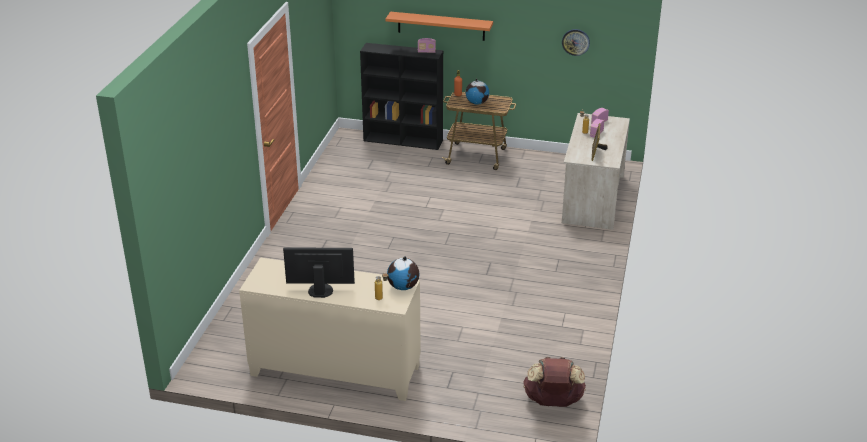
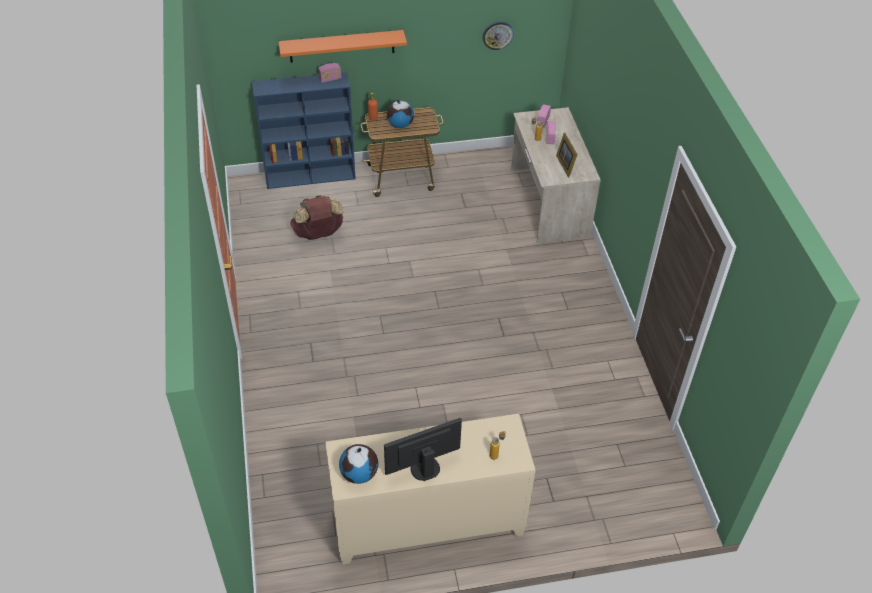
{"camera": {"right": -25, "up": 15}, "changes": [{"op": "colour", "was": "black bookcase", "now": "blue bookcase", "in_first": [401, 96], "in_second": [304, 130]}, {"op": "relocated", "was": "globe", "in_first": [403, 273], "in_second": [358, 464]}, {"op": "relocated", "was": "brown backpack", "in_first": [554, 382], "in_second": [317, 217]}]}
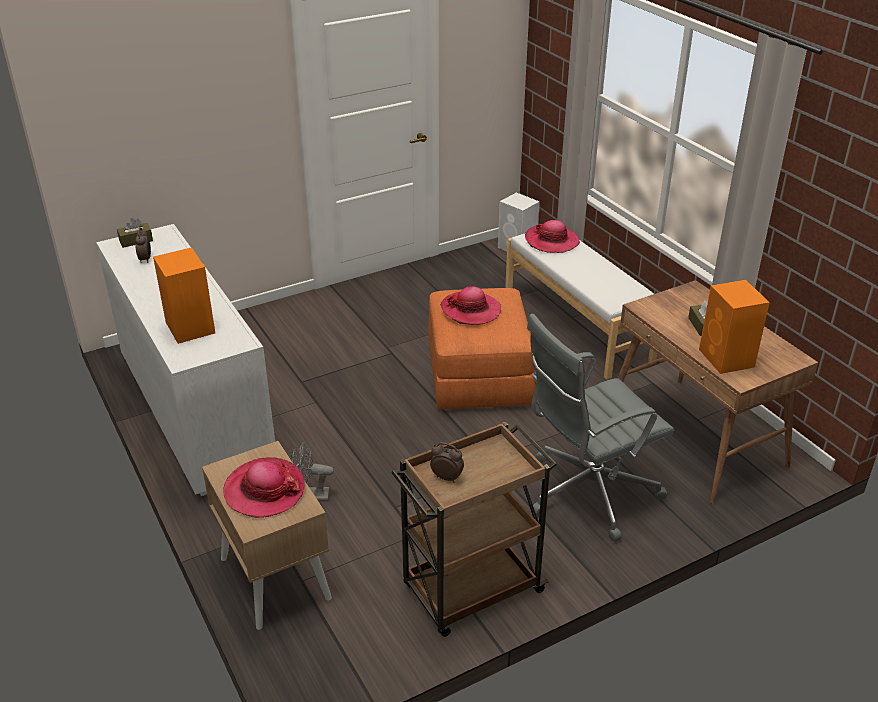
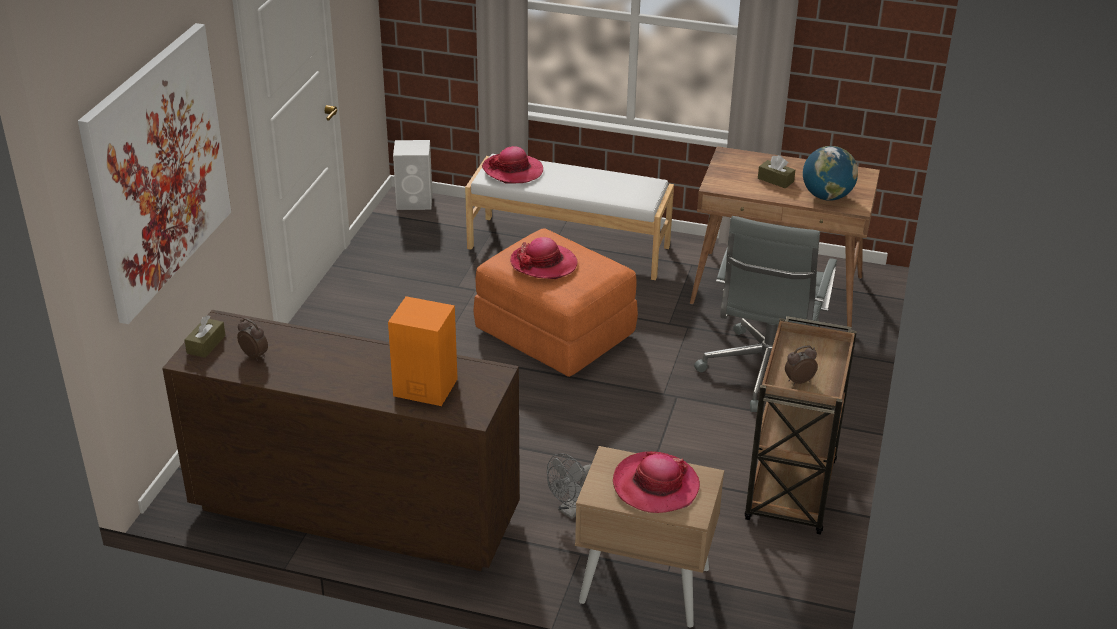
{"camera": {"right": -45, "up": 0}, "changes": [{"op": "colour", "was": "white dresser", "now": "brown dresser", "in_first": [185, 360], "in_second": [341, 440]}, {"op": "exchanged", "was": "orange speaker", "now": "globe", "in_first": [734, 327], "in_second": [830, 173]}, {"op": "appeared", "now": "picture", "in_second": [154, 173]}]}
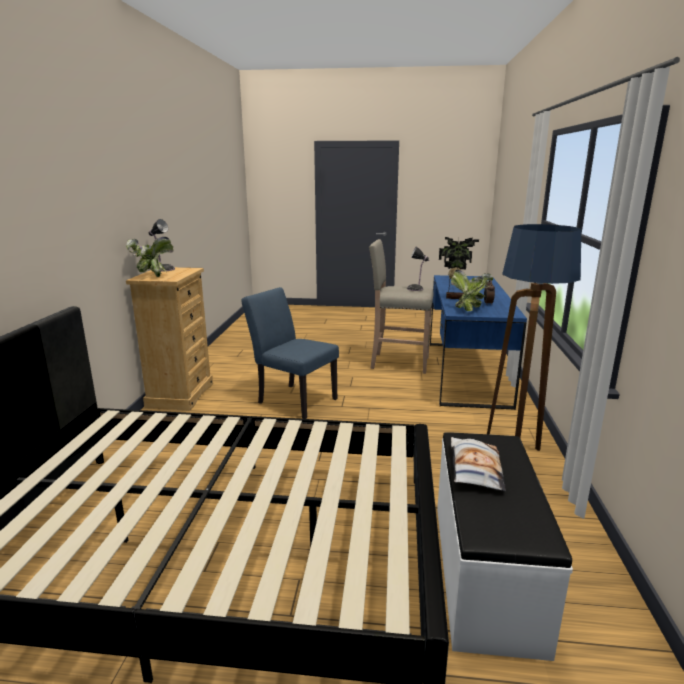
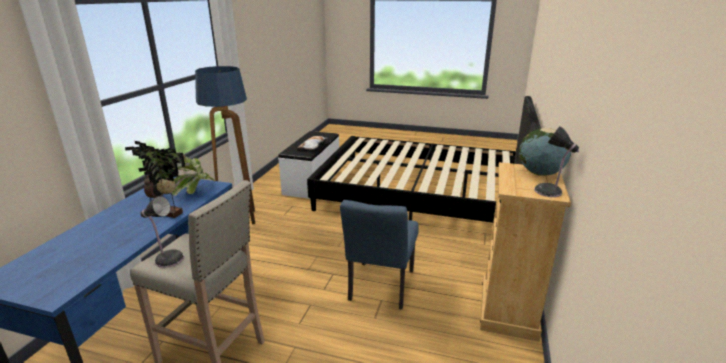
{"camera": {"right": -170, "up": 5}, "changes": [{"op": "exchanged", "was": "potted plant", "now": "globe", "in_first": [149, 257], "in_second": [545, 151]}, {"op": "spun", "was": "blue chair", "in_first": [290, 353], "in_second": [379, 254], "clockwise": 60}]}
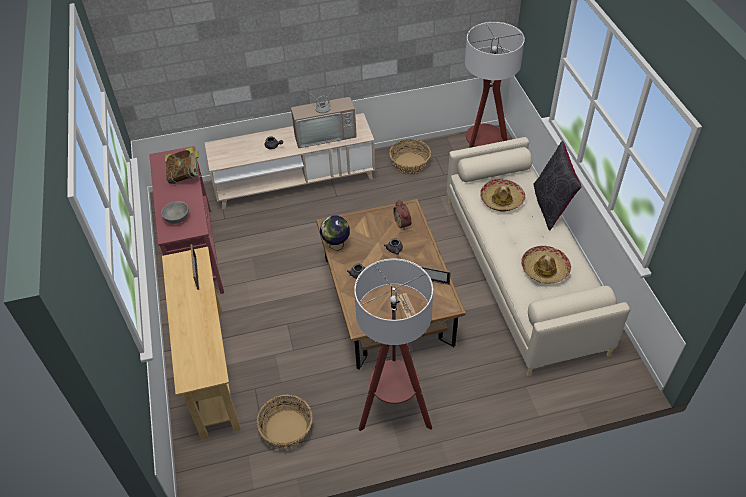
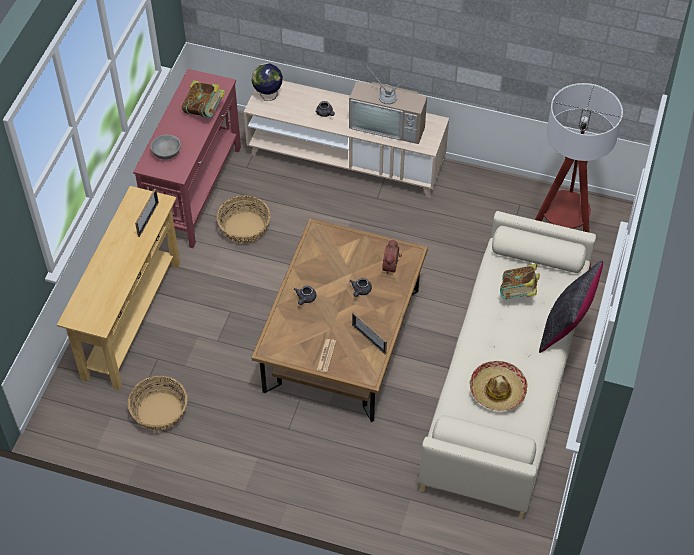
{"camera": {"right": 30, "up": 5}, "changes": [{"op": "relocated", "was": "basket", "in_first": [410, 156], "in_second": [244, 219]}, {"op": "exchanged", "was": "hat", "now": "book", "in_first": [502, 195], "in_second": [520, 281]}, {"op": "relocated", "was": "globe", "in_first": [335, 233], "in_second": [267, 82]}, {"op": "missing", "was": "floor lamp", "in_first": [393, 345]}]}
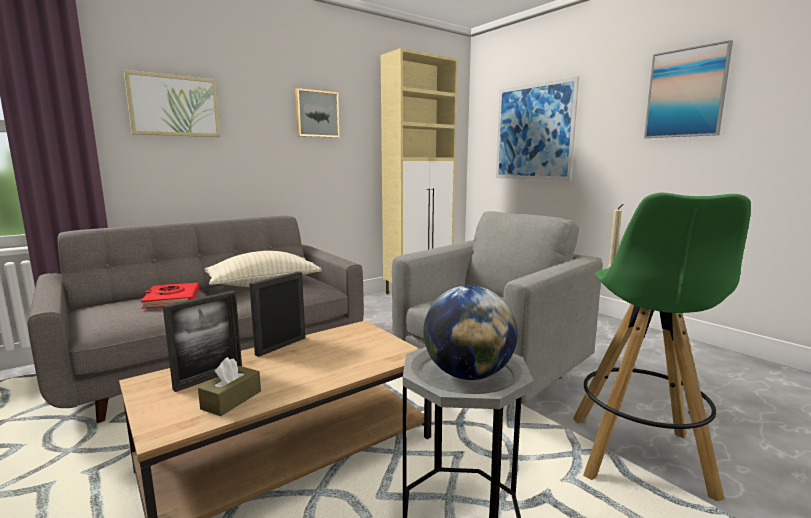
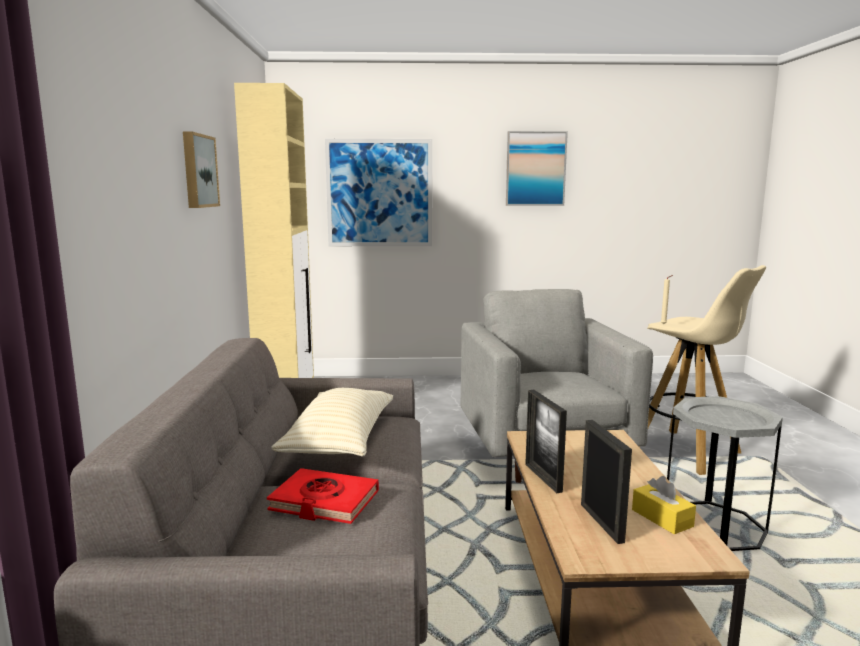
{"camera": {"right": -55, "up": 0}, "changes": [{"op": "missing", "was": "picture", "in_first": [172, 103]}, {"op": "colour", "was": "green stool", "now": "beige stool", "in_first": [662, 347], "in_second": [702, 370]}, {"op": "missing", "was": "globe", "in_first": [470, 332]}, {"op": "colour", "was": "brown tissue box", "now": "yellow tissue box", "in_first": [229, 386], "in_second": [664, 505]}]}
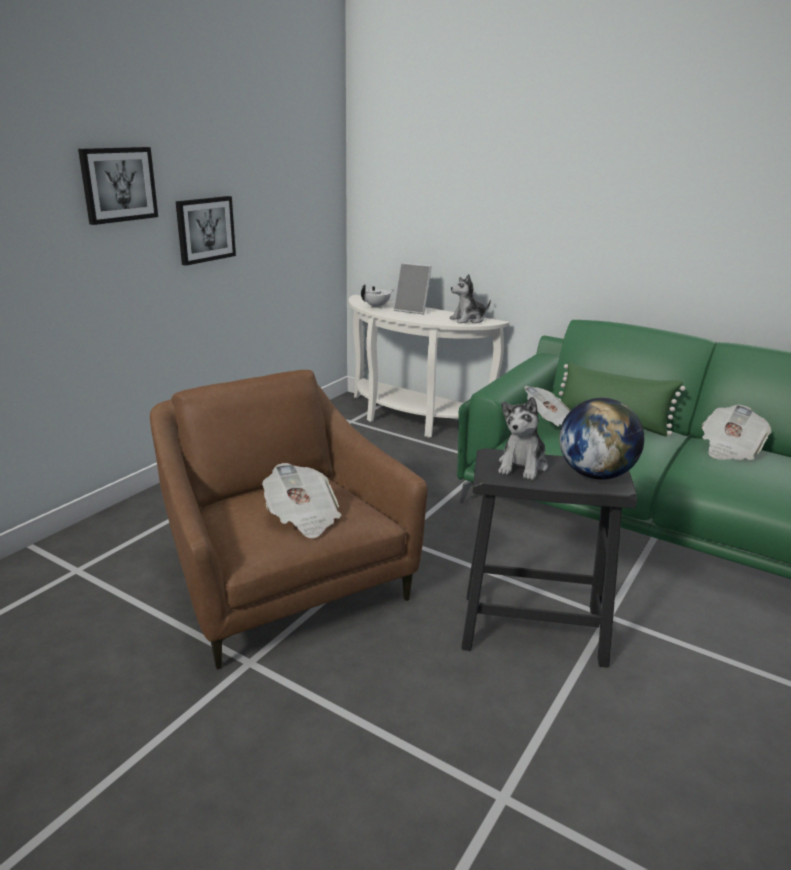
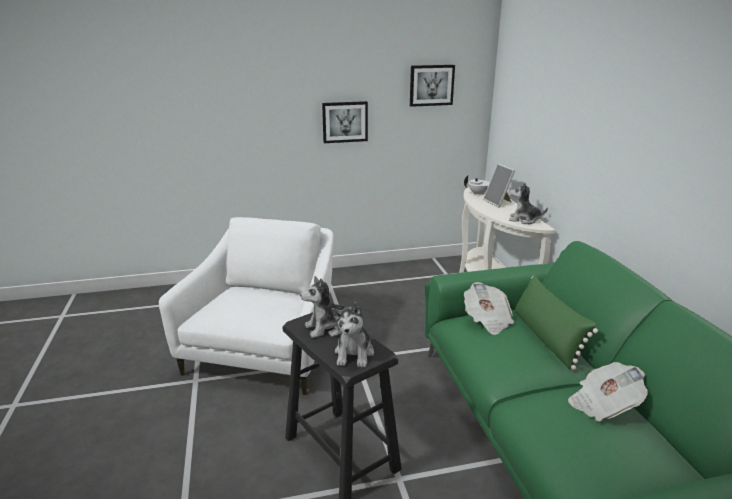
{"camera": {"right": 45, "up": 0}, "changes": [{"op": "relocated", "was": "picture", "in_first": [118, 186], "in_second": [432, 86]}, {"op": "colour", "was": "brown armchair", "now": "white armchair", "in_first": [288, 520], "in_second": [246, 306]}, {"op": "exchanged", "was": "globe", "now": "plush toy", "in_first": [601, 439], "in_second": [353, 334]}, {"op": "missing", "was": "newspaper", "in_first": [302, 501]}]}
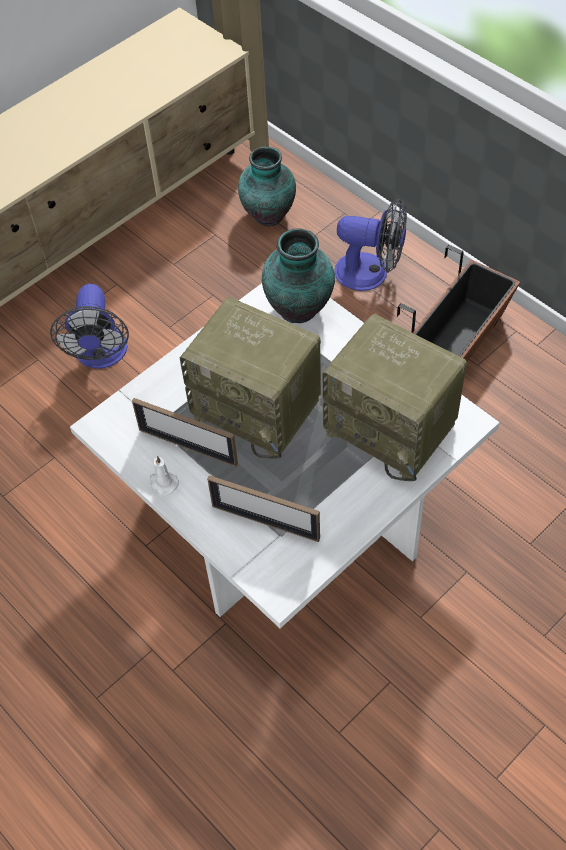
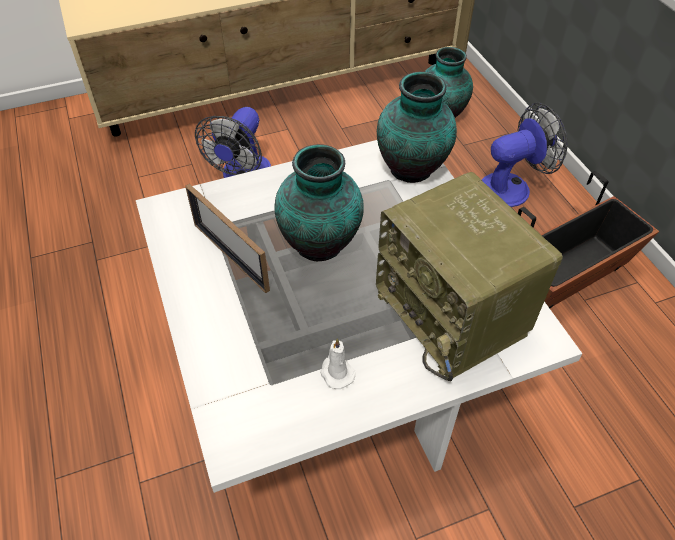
{"camera": {"right": 20, "up": -5}, "changes": [{"op": "spun", "was": "fan", "in_first": [370, 245], "in_second": [525, 155], "clockwise": -60}, {"op": "exchanged", "was": "radio", "now": "vase", "in_first": [250, 378], "in_second": [319, 202]}, {"op": "relocated", "was": "white candle", "in_first": [164, 476], "in_second": [338, 363]}, {"op": "missing", "was": "picture frame", "in_first": [263, 508]}]}
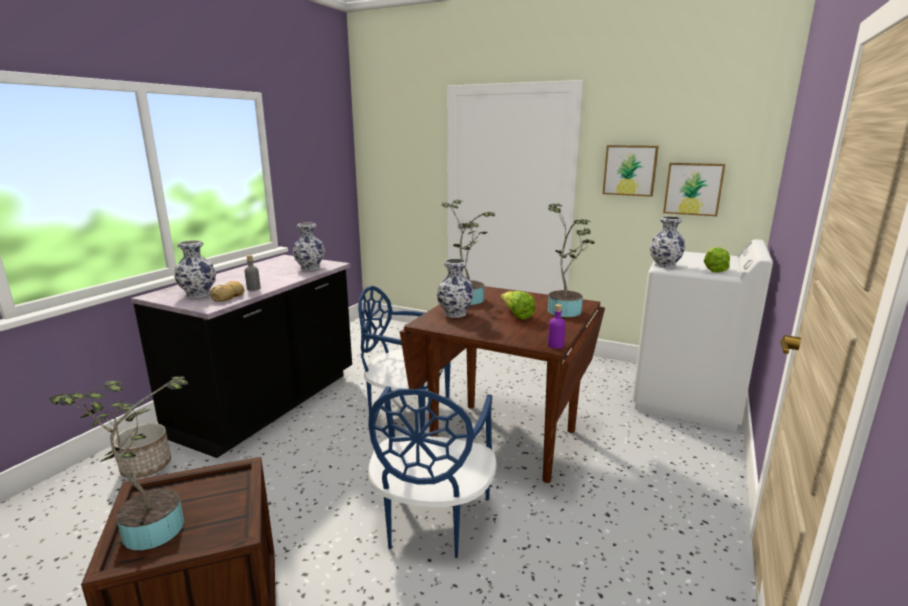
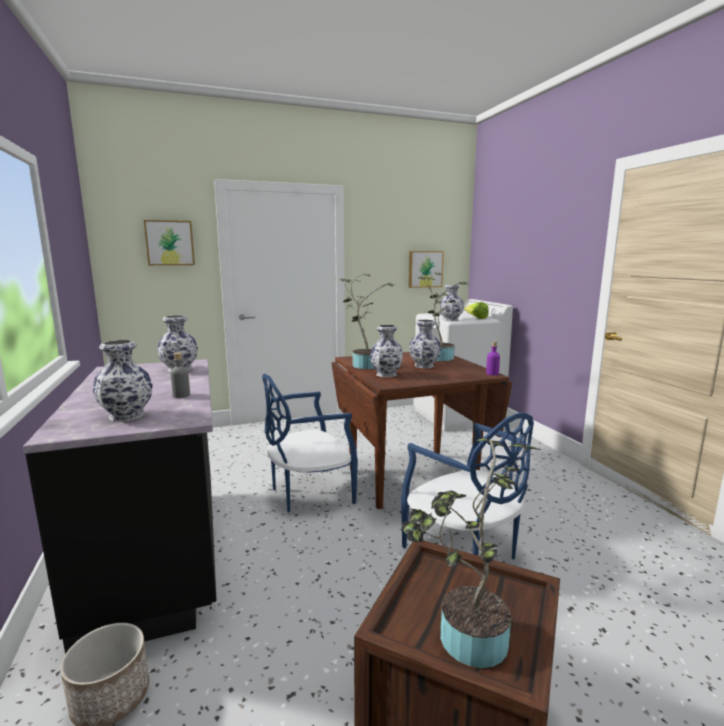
{"camera": {"right": -45, "up": -5}, "changes": [{"op": "relocated", "was": "picture", "in_first": [631, 171], "in_second": [169, 242]}, {"op": "missing", "was": "bread", "in_first": [227, 291]}, {"op": "exchanged", "was": "lettuce", "now": "vase", "in_first": [517, 305], "in_second": [425, 344]}]}
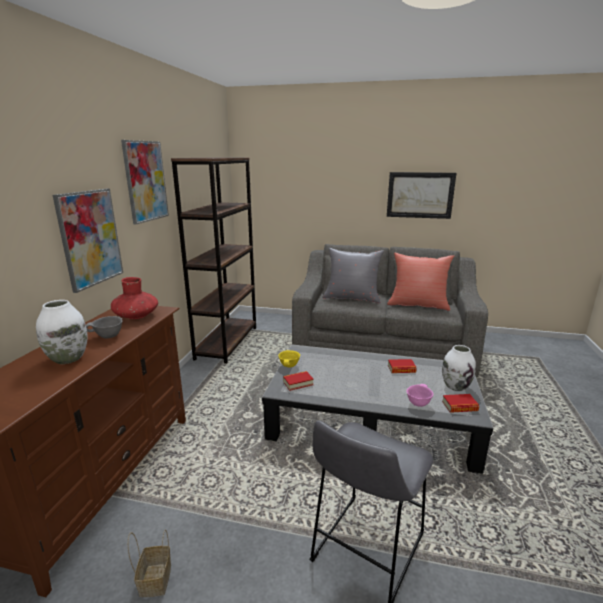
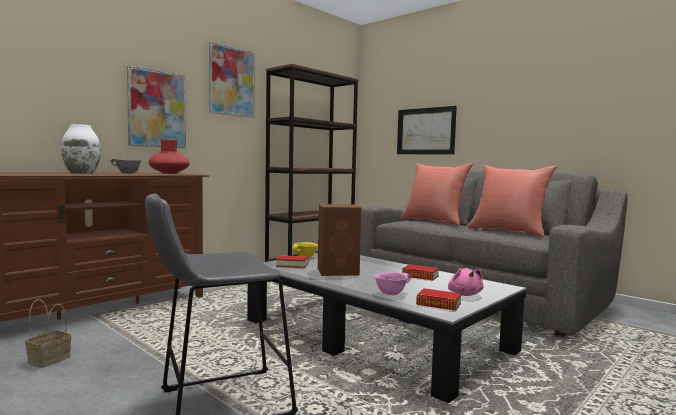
{"camera": {"right": 30, "up": -15}, "changes": [{"op": "relocated", "was": "picture", "in_first": [421, 195], "in_second": [427, 130]}, {"op": "colour", "was": "grey pillow", "now": "red pillow", "in_first": [353, 275], "in_second": [436, 194]}, {"op": "exchanged", "was": "white vase", "now": "pink plush toy", "in_first": [459, 368], "in_second": [465, 282]}, {"op": "appeared", "now": "brown speaker", "in_second": [339, 240]}]}
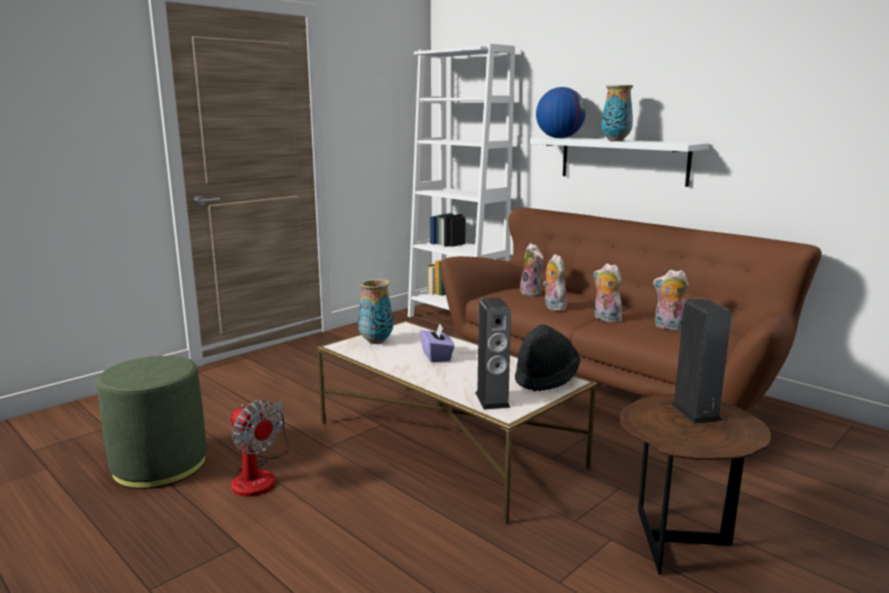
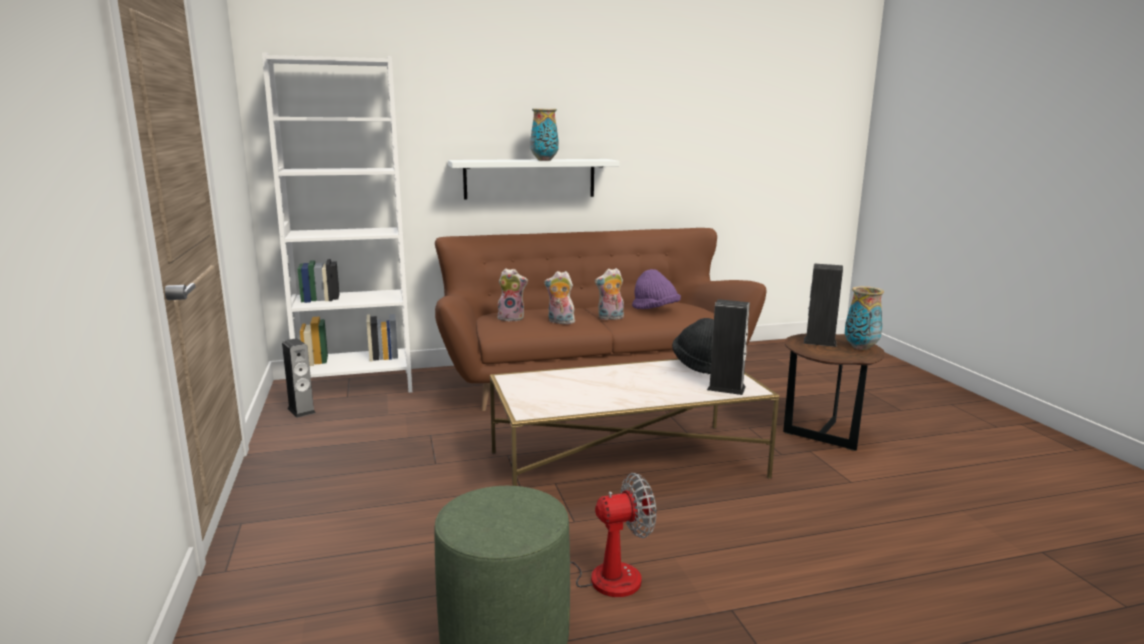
{"camera": {"right": -60, "up": 0}, "changes": [{"op": "missing", "was": "globe", "in_first": [561, 112]}, {"op": "exchanged", "was": "plush toy", "now": "purple hat", "in_first": [671, 300], "in_second": [656, 289]}, {"op": "relocated", "was": "vase", "in_first": [375, 311], "in_second": [864, 318]}, {"op": "missing", "was": "purple tissue box", "in_first": [437, 342]}, {"op": "appeared", "now": "speaker", "in_second": [299, 378]}]}
